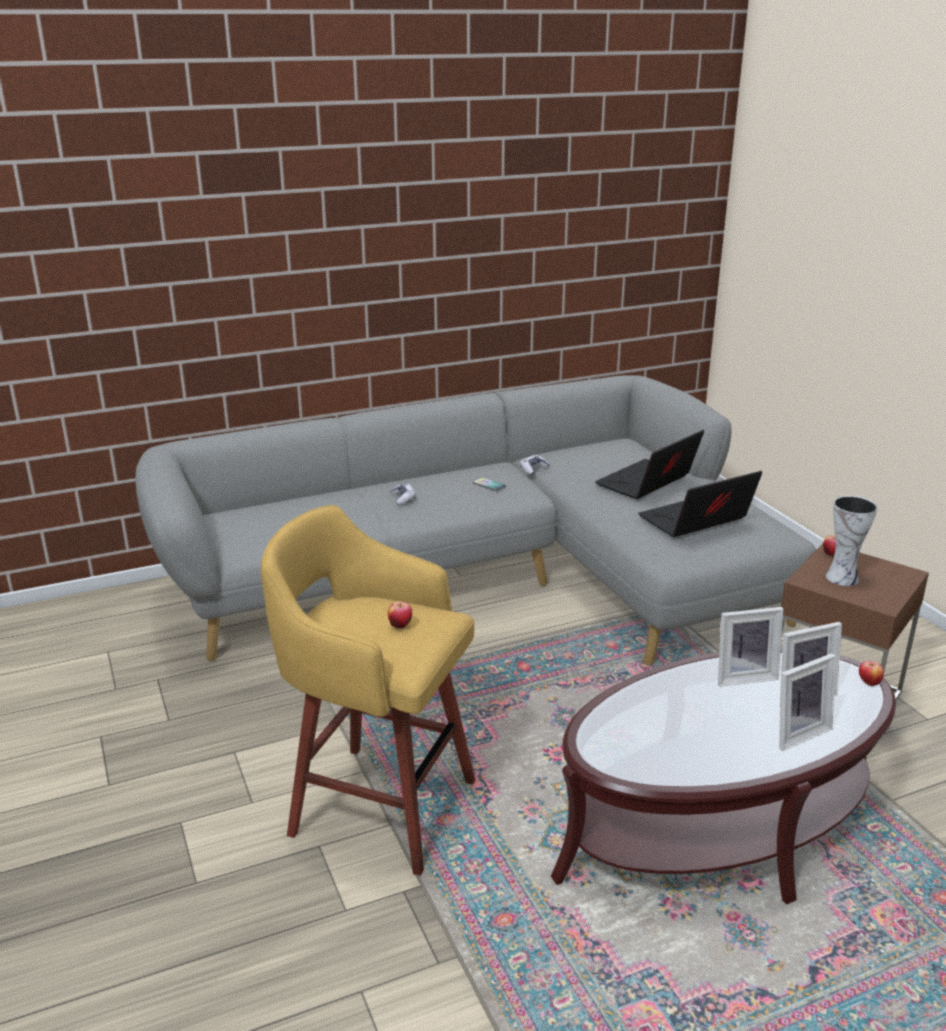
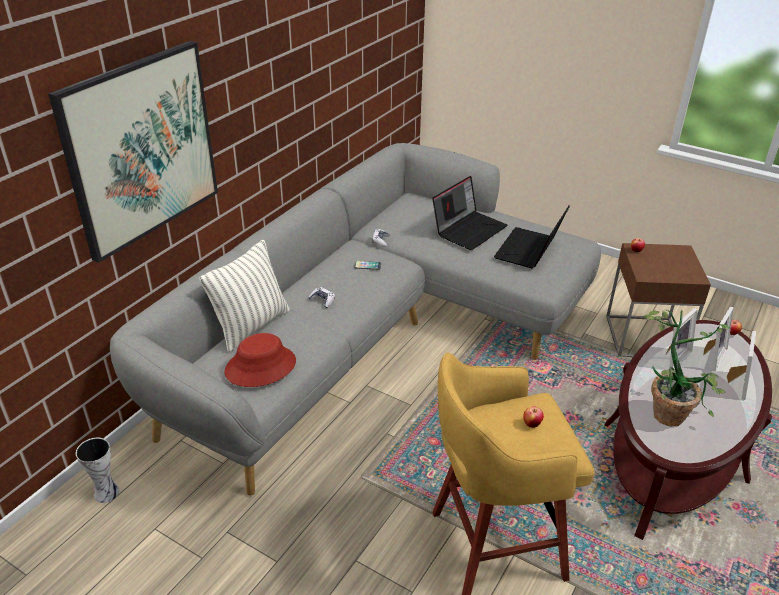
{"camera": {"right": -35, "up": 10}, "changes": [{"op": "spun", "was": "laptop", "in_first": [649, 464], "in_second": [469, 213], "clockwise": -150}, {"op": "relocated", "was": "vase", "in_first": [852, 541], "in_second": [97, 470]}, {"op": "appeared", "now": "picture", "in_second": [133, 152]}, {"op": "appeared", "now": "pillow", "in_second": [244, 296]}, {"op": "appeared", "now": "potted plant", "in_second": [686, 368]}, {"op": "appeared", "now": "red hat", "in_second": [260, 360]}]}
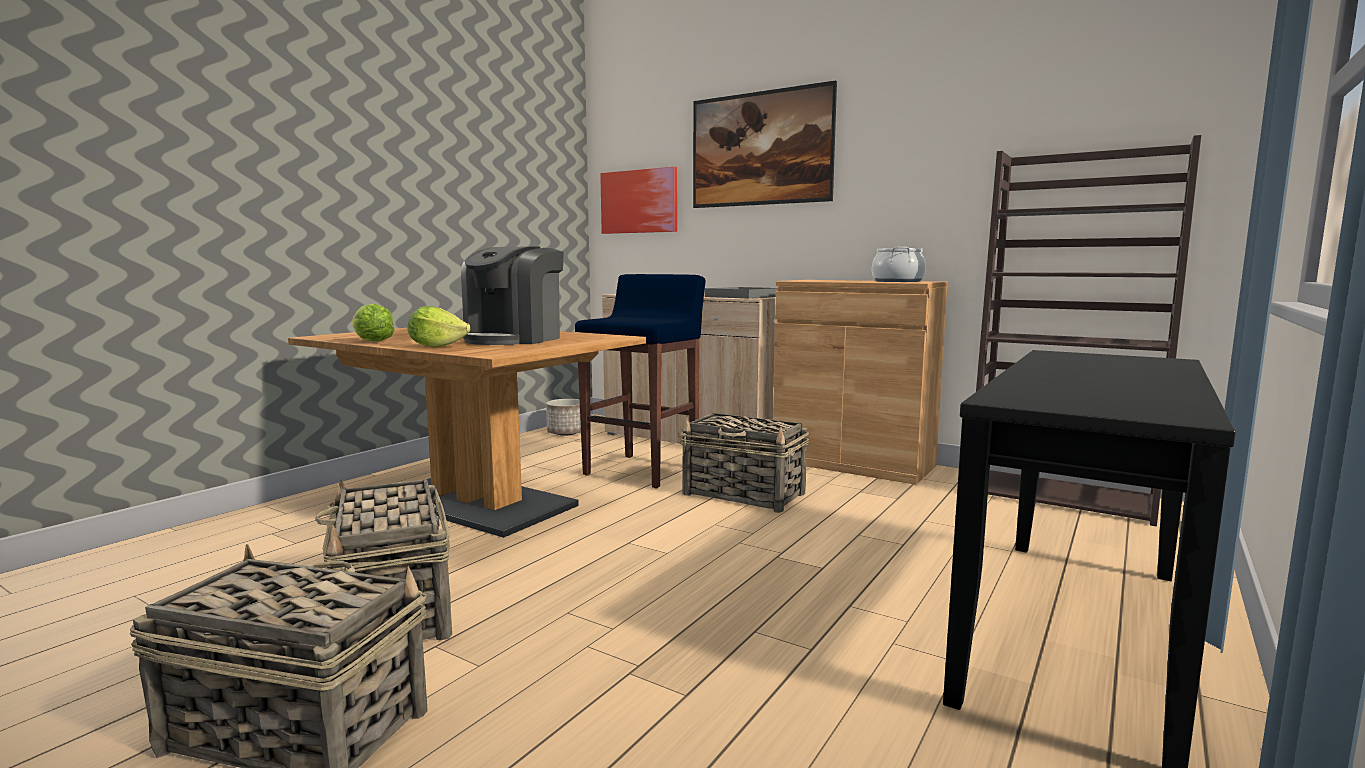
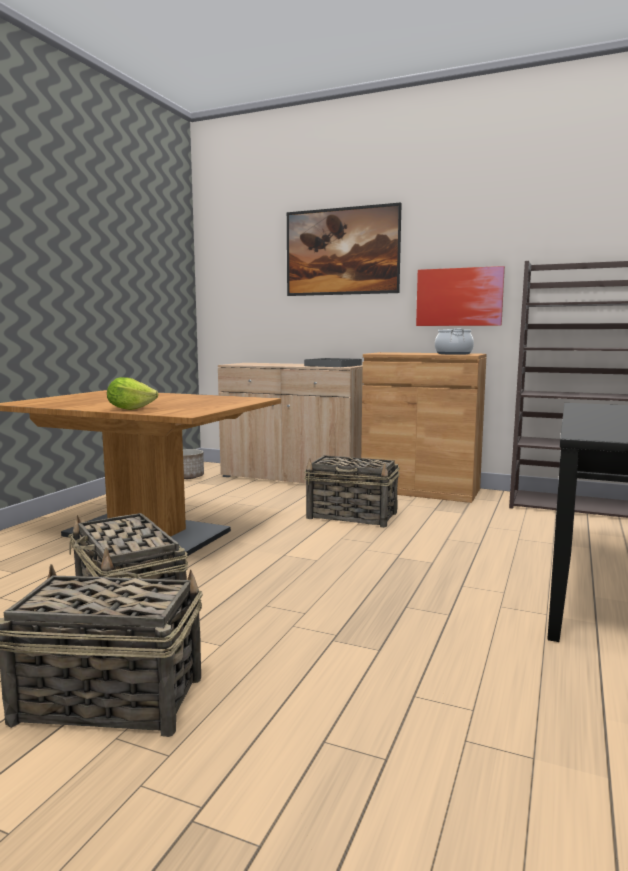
{"camera": {"right": -10, "up": 0}, "changes": [{"op": "relocated", "was": "picture", "in_first": [638, 200], "in_second": [460, 296]}, {"op": "missing", "was": "coffee machine", "in_first": [512, 295]}, {"op": "missing", "was": "blue stool", "in_first": [640, 381]}, {"op": "missing", "was": "lettuce", "in_first": [373, 322]}]}
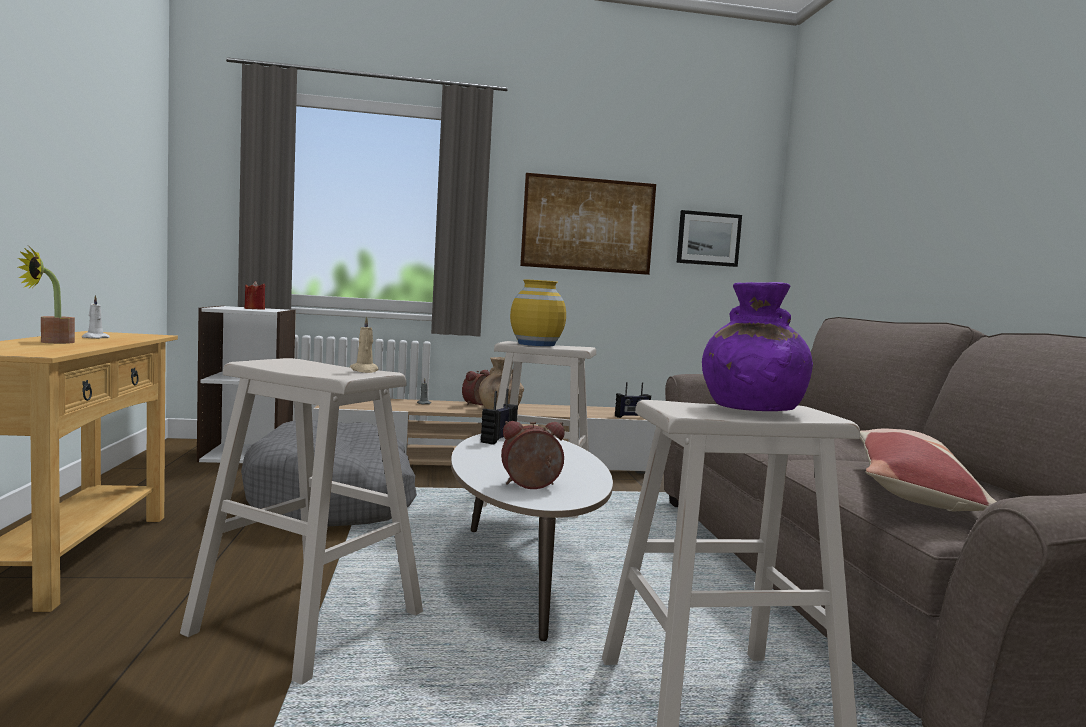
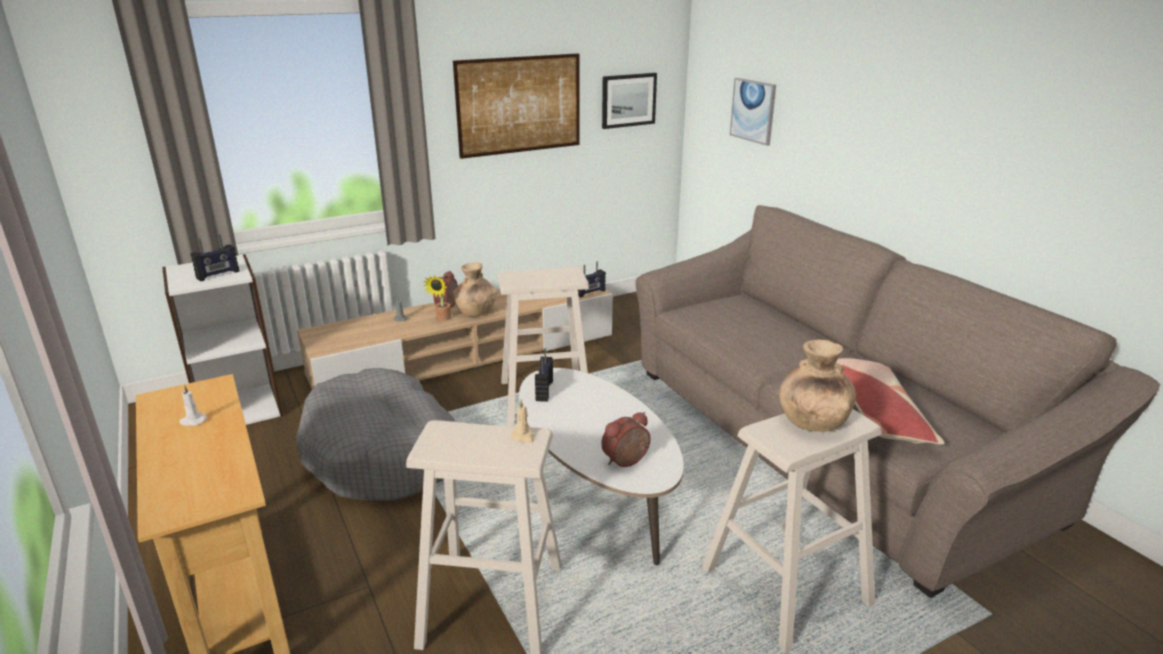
{"camera": {"right": -20, "up": 20}, "changes": [{"op": "relocated", "was": "potted plant", "in_first": [46, 295], "in_second": [437, 298]}, {"op": "missing", "was": "yellow vase", "in_first": [538, 312]}, {"op": "exchanged", "was": "red candle", "now": "radio", "in_first": [255, 295], "in_second": [215, 257]}, {"op": "colour", "was": "purple vase", "now": "brown vase", "in_first": [757, 346], "in_second": [817, 386]}, {"op": "appeared", "now": "picture", "in_second": [753, 112]}]}
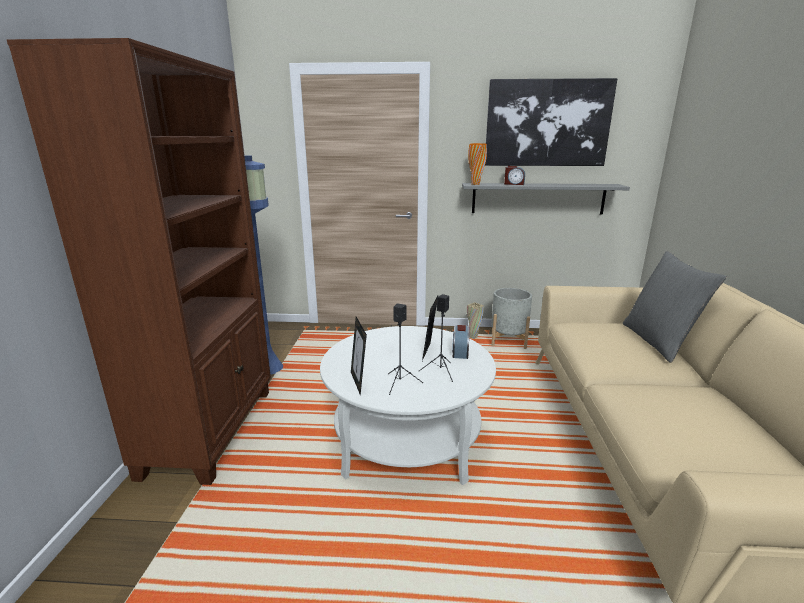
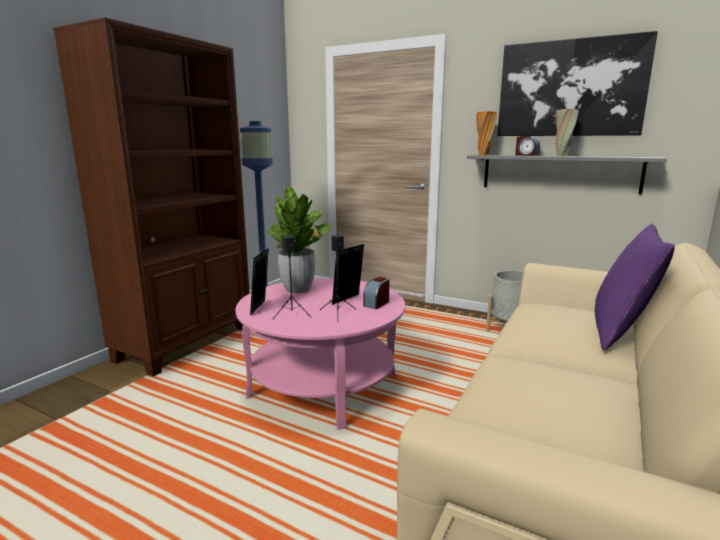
{"camera": {"right": 25, "up": -5}, "changes": [{"op": "colour", "was": "grey pillow", "now": "purple pillow", "in_first": [675, 307], "in_second": [635, 287]}, {"op": "relocated", "was": "beige vase", "in_first": [475, 320], "in_second": [567, 132]}, {"op": "colour", "was": "white coffee table", "now": "pink coffee table", "in_first": [408, 405], "in_second": [320, 354]}, {"op": "appeared", "now": "potted plant", "in_second": [299, 239]}]}
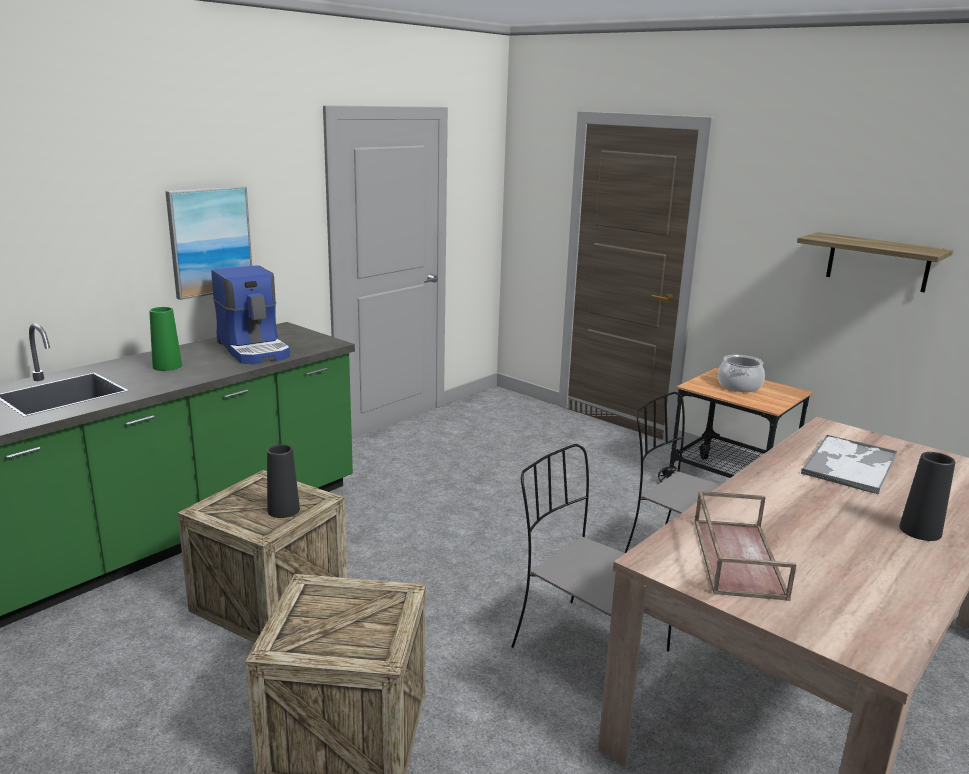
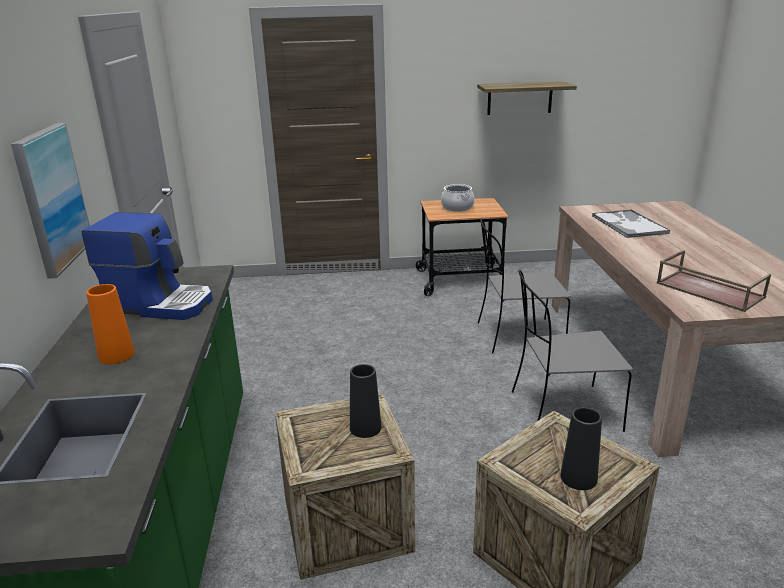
{"camera": {"right": -45, "up": 5}, "changes": [{"op": "colour", "was": "green vase", "now": "orange vase", "in_first": [165, 339], "in_second": [110, 324]}, {"op": "relocated", "was": "black vase", "in_first": [927, 496], "in_second": [581, 448]}]}
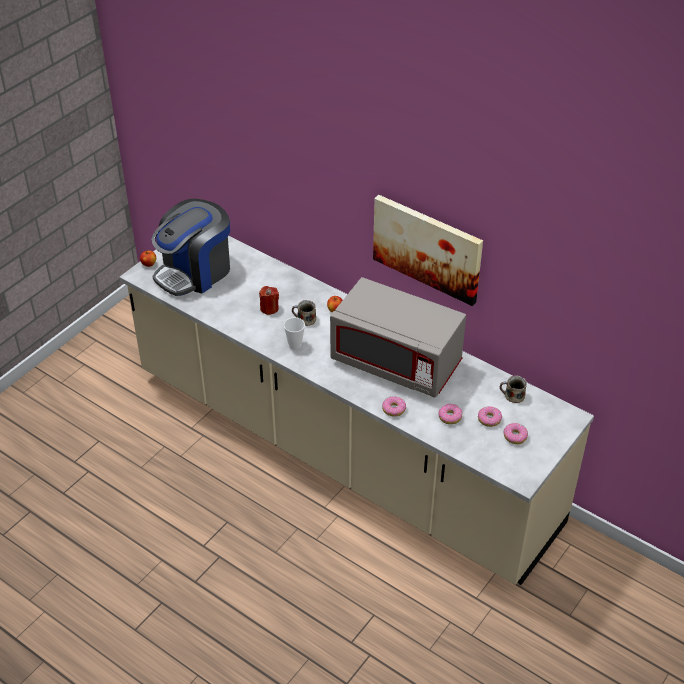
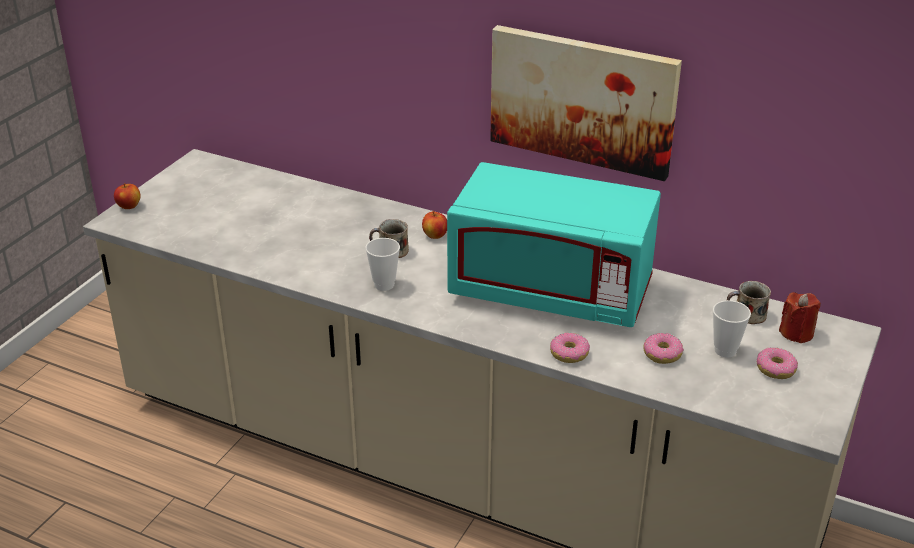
{"camera": {"right": -10, "up": -10}, "changes": [{"op": "missing", "was": "coffee machine", "in_first": [190, 247]}, {"op": "colour", "was": "grey microwave", "now": "turquoise microwave", "in_first": [398, 337], "in_second": [554, 244]}, {"op": "relocated", "was": "red candle", "in_first": [269, 300], "in_second": [800, 317]}, {"op": "exchanged", "was": "donut", "now": "cup", "in_first": [490, 416], "in_second": [732, 329]}]}
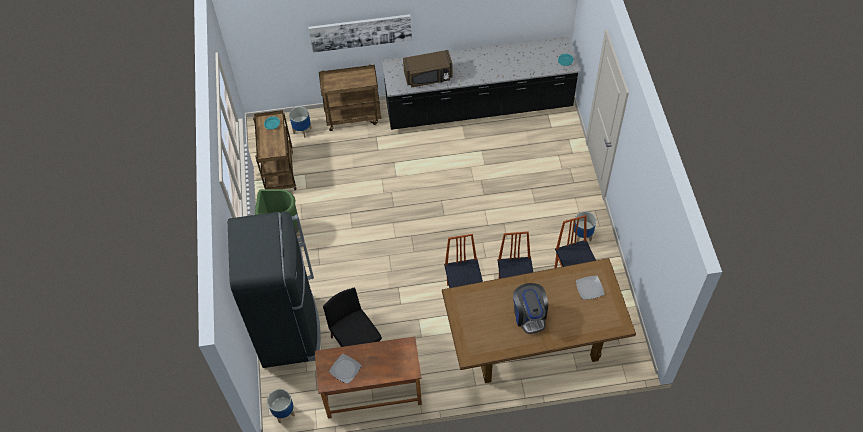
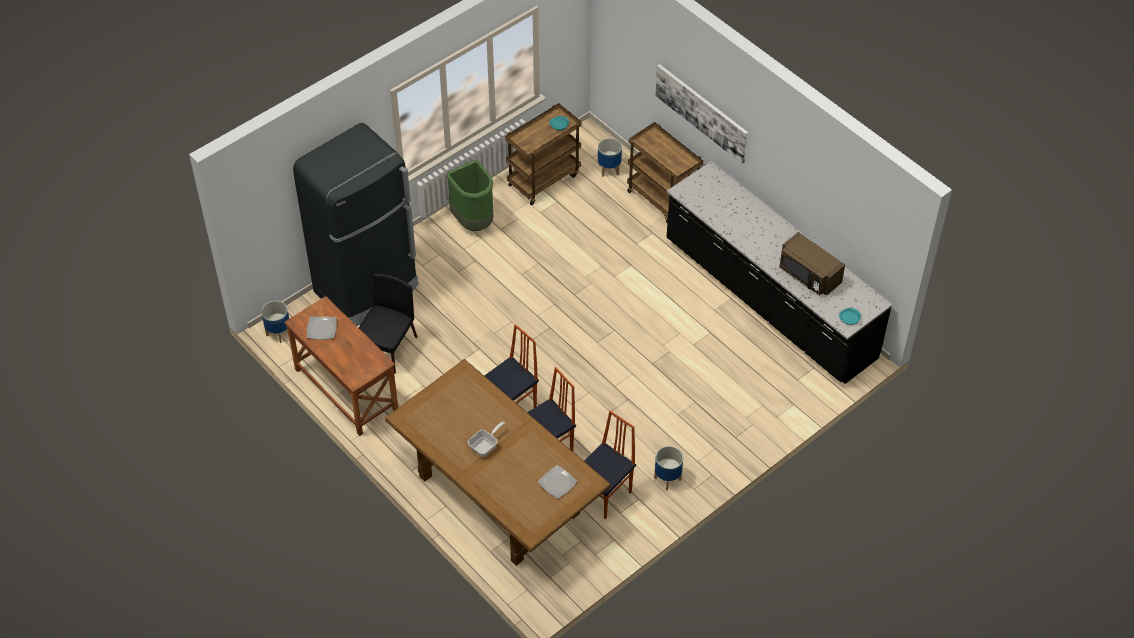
{"camera": {"right": 55, "up": -5}, "changes": [{"op": "relocated", "was": "brown microwave", "in_first": [427, 69], "in_second": [812, 264]}, {"op": "exchanged", "was": "coffee machine", "now": "frying pan", "in_first": [530, 308], "in_second": [486, 439]}]}
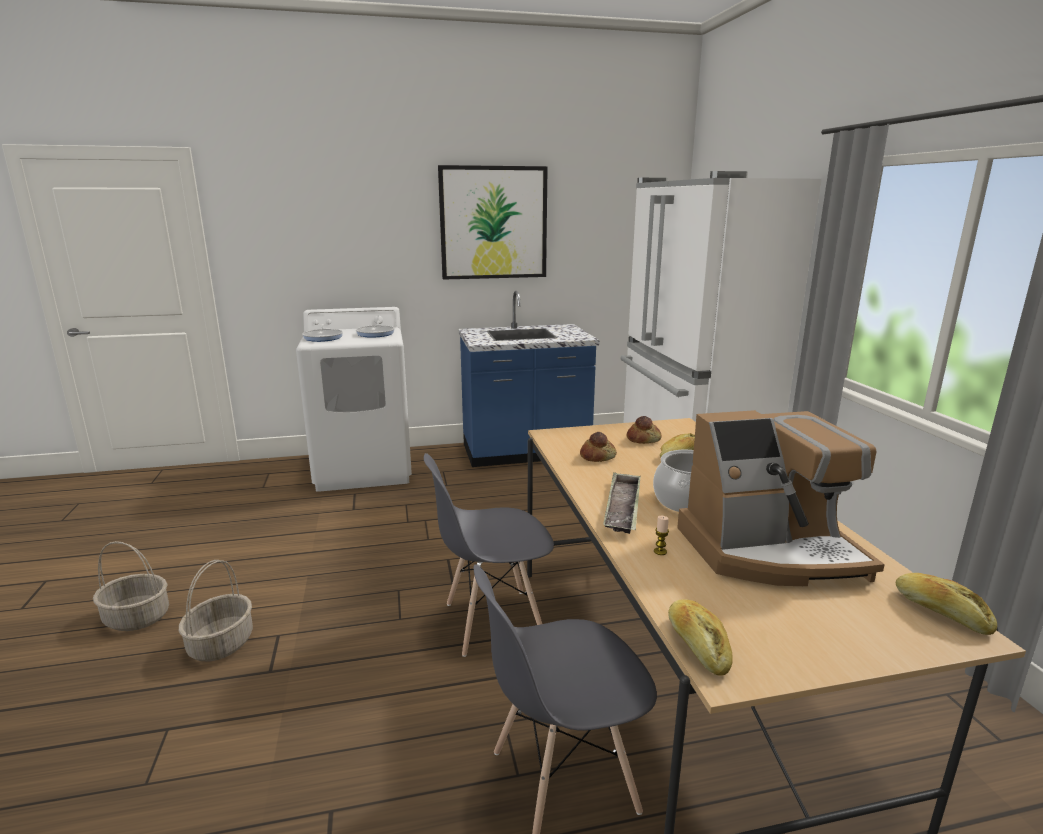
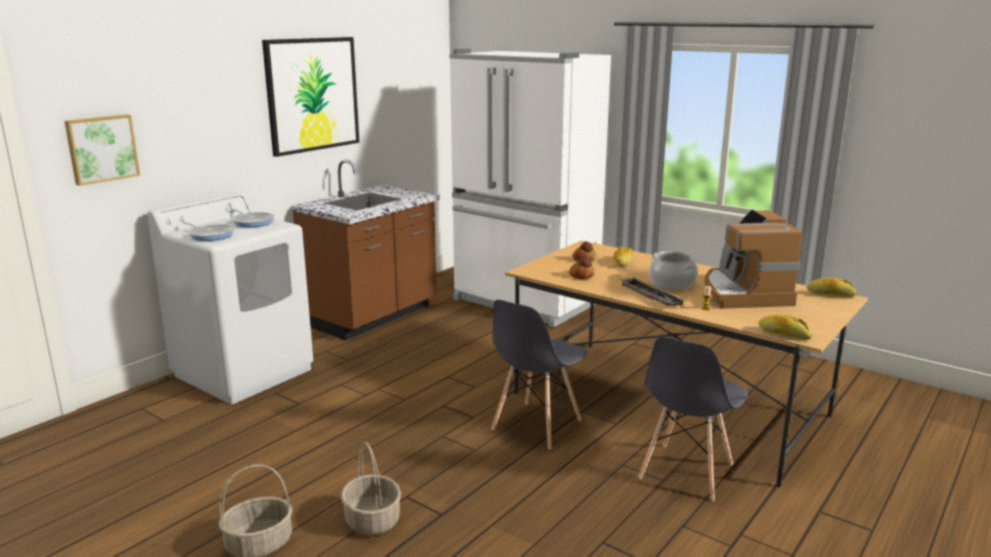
{"camera": {"right": -40, "up": 0}, "changes": [{"op": "colour", "was": "blue counter", "now": "brown counter", "in_first": [529, 379], "in_second": [365, 249]}, {"op": "spun", "was": "coffee machine", "in_first": [781, 498], "in_second": [754, 259], "clockwise": 135}, {"op": "appeared", "now": "picture", "in_second": [102, 150]}]}
